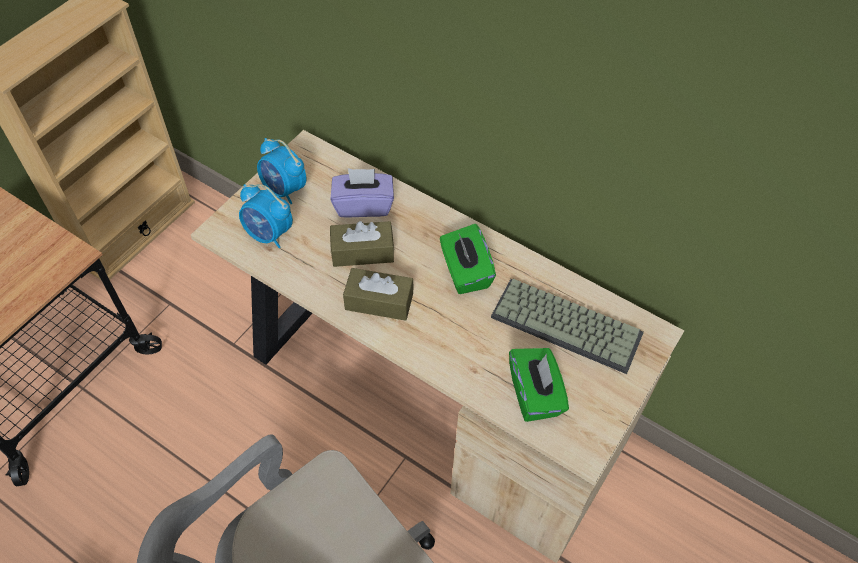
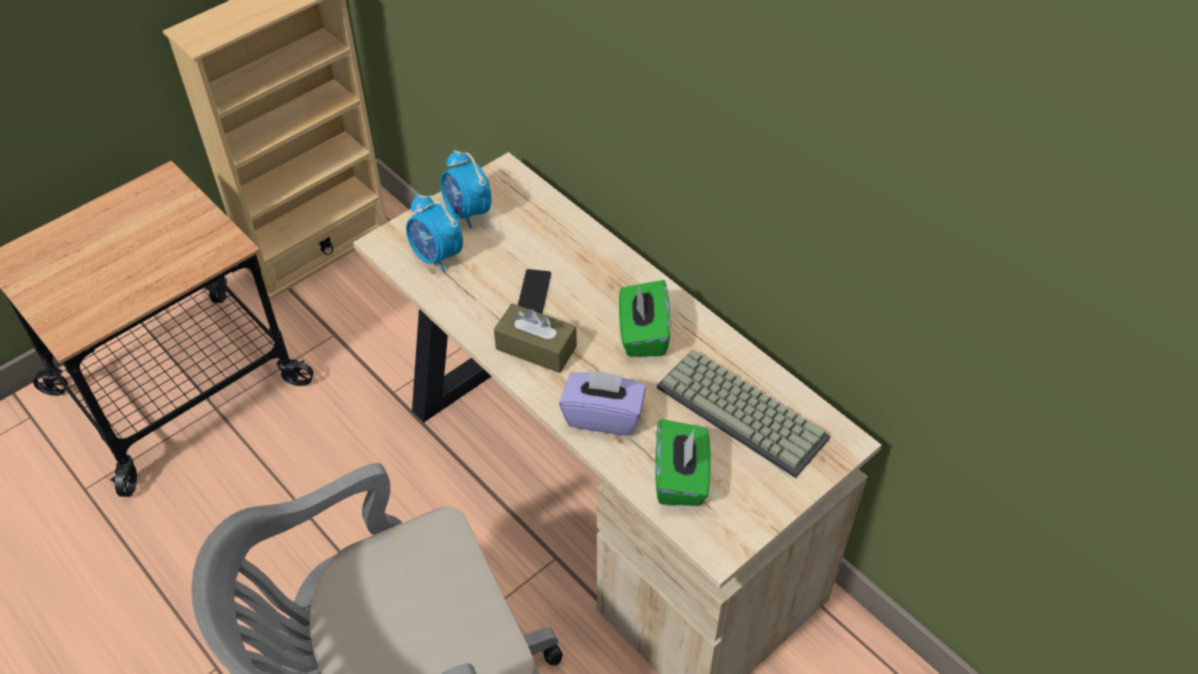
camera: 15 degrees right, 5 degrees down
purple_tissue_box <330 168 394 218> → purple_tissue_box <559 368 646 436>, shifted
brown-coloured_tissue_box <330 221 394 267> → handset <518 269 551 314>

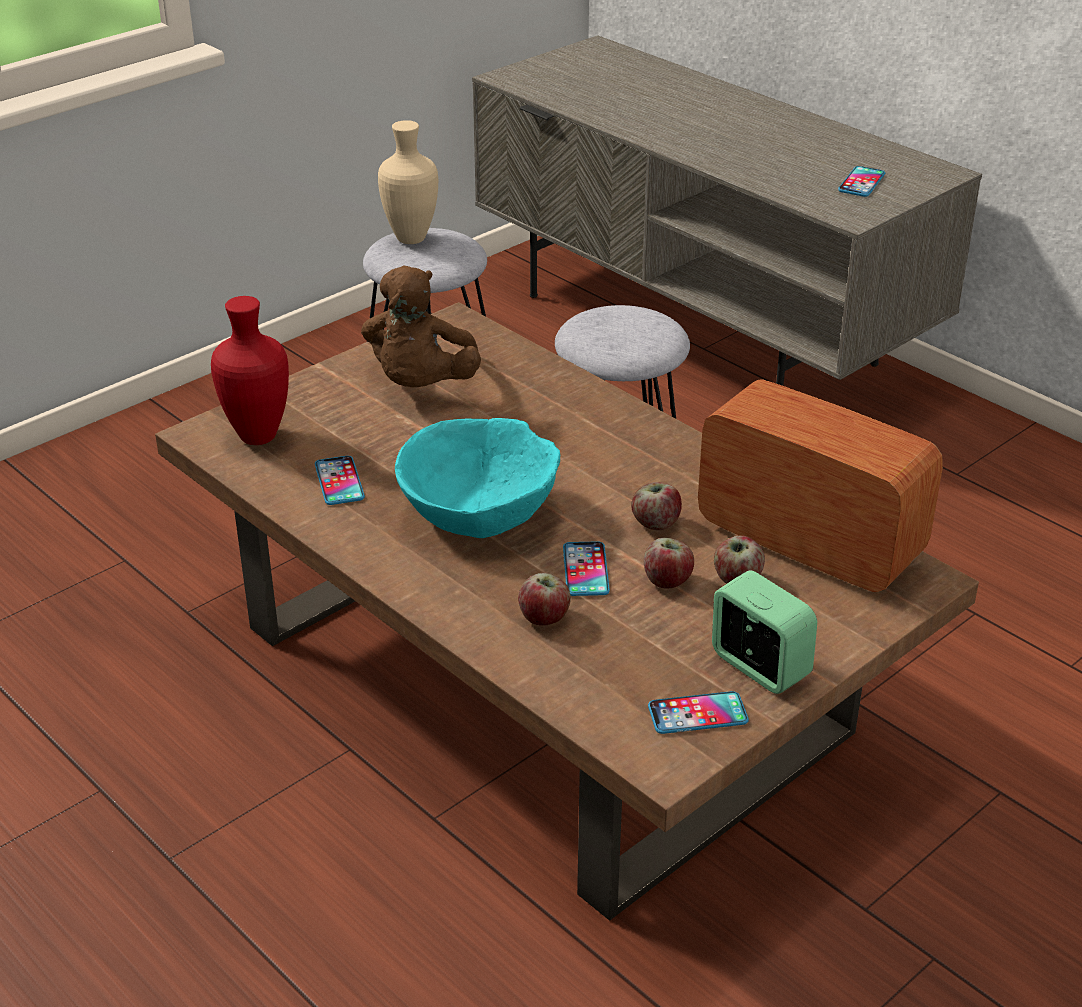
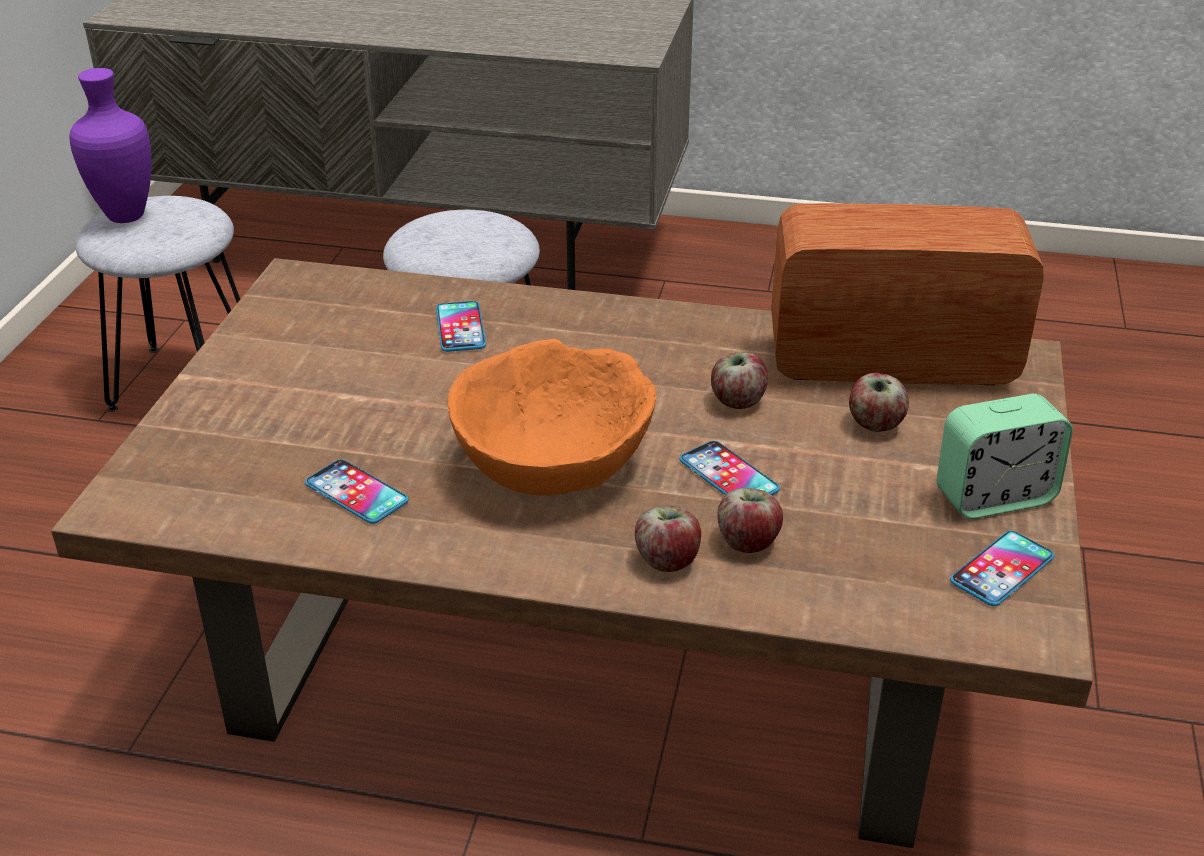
camera: 35 degrees left, 0 degrees up
sand-coloured_flower_vase <378 120 438 244> → purple_flower_vase <69 68 151 223>
handset <838 166 885 197> → handset <436 301 486 352>, shifted
brown-coloured_plush_toy <361 265 481 387> → -
red_flower_vase <211 296 289 445> → -
blue-green_bowl <395 418 560 538> → orange_bowl <447 339 656 496>
apple <644 538 694 589> → apple <635 506 701 572>, shifted
alarm_clock <712 571 817 694> → alarm_clock <936 394 1073 519>, 150 degrees clockwise

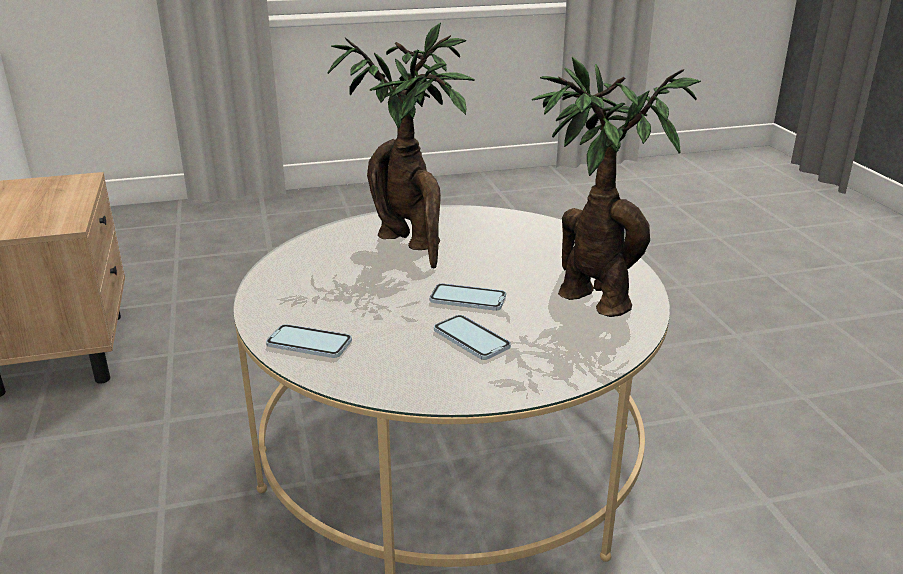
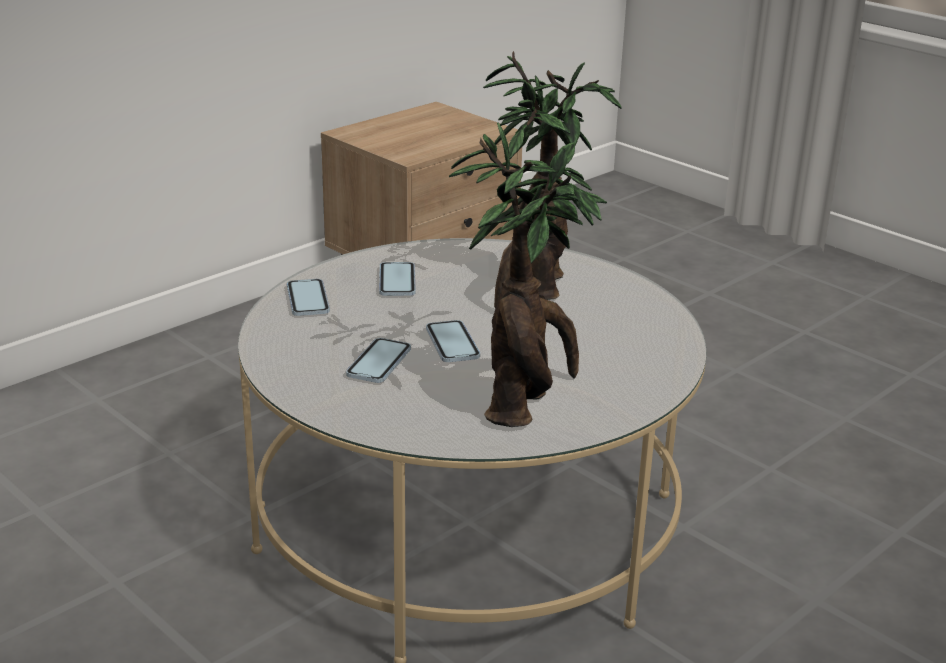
camera: 60 degrees right, 0 degrees up
- → handset <379 262 416 296>

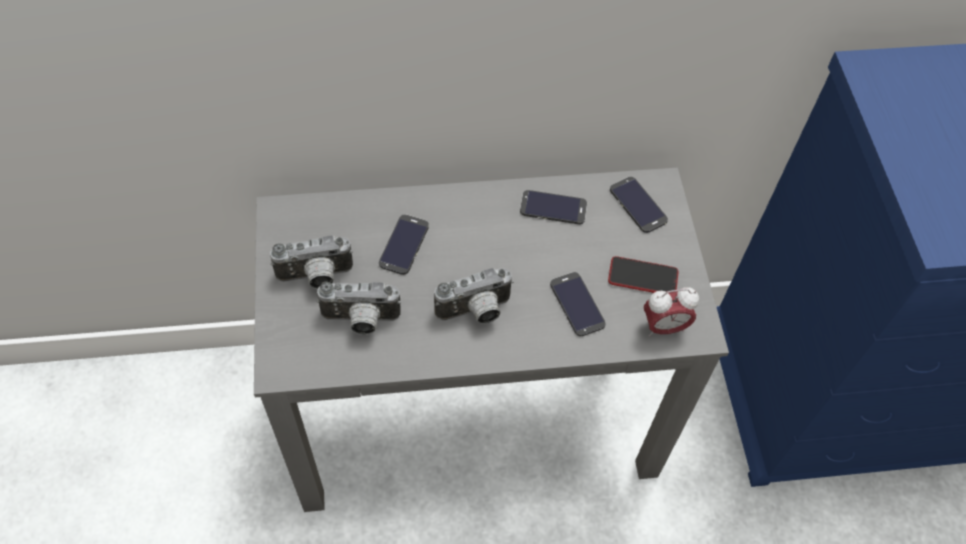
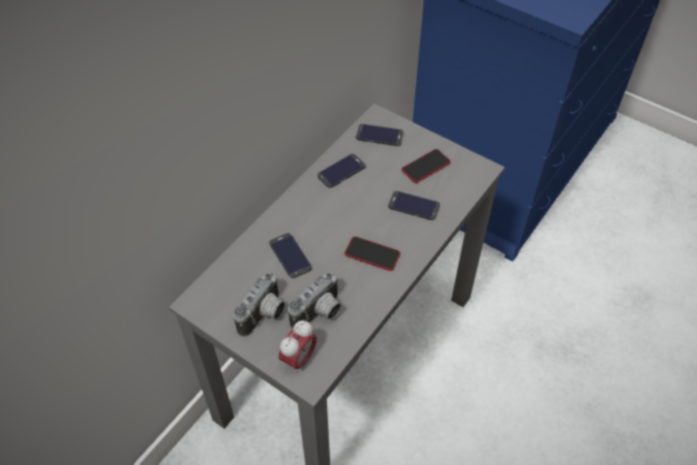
camera: 45 degrees left, 5 degrees down
still_camera <434 268 514 324> → handset <344 236 400 271>
alarm_clock <644 287 699 336> → alarm_clock <279 320 317 373>, shifted

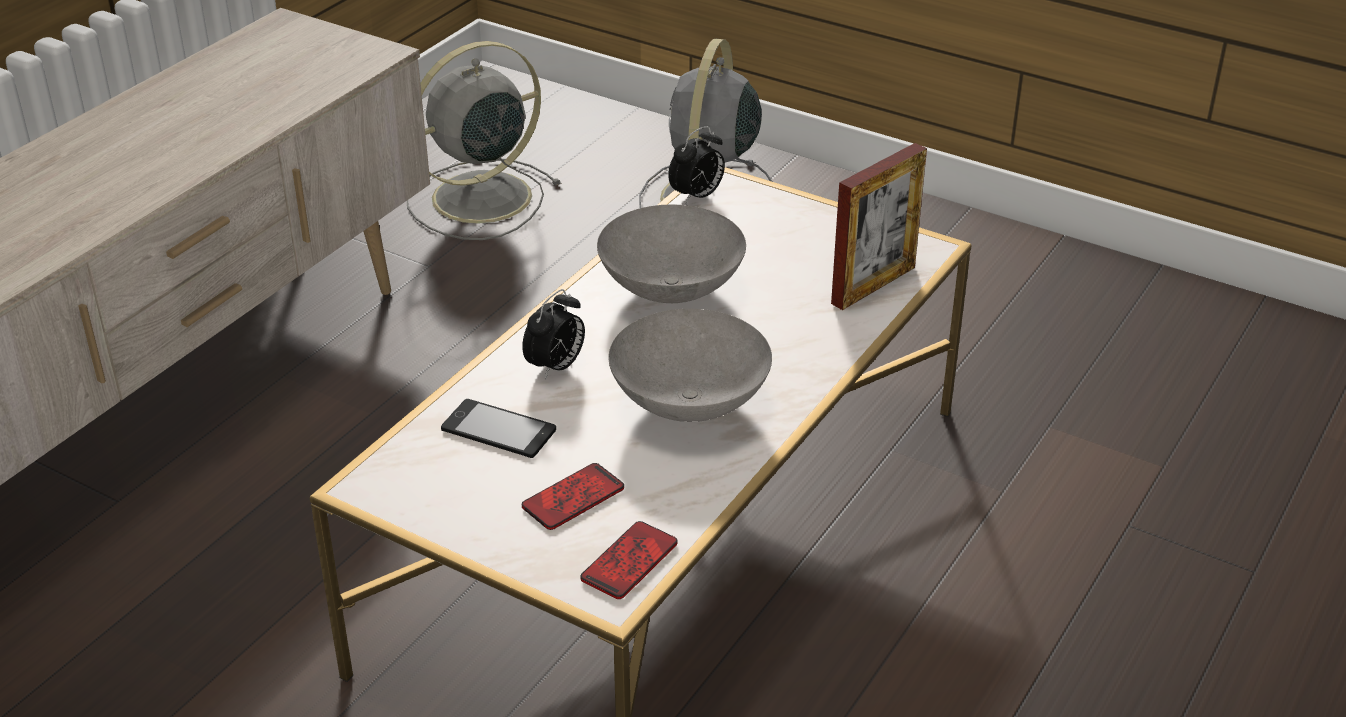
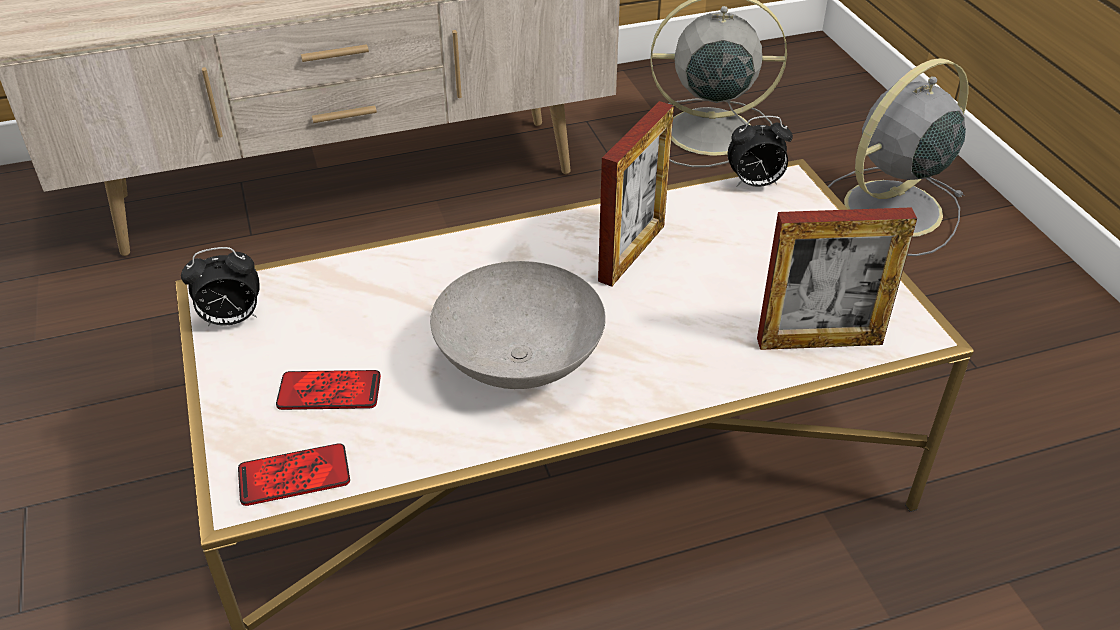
camera: 40 degrees right, 5 degrees up
grey_bowl <597 205 746 303> → photo_frame <598 101 674 287>
alarm_clock <522 289 585 379> → alarm_clock <181 247 260 326>, shifted
handset <441 399 556 458> → -

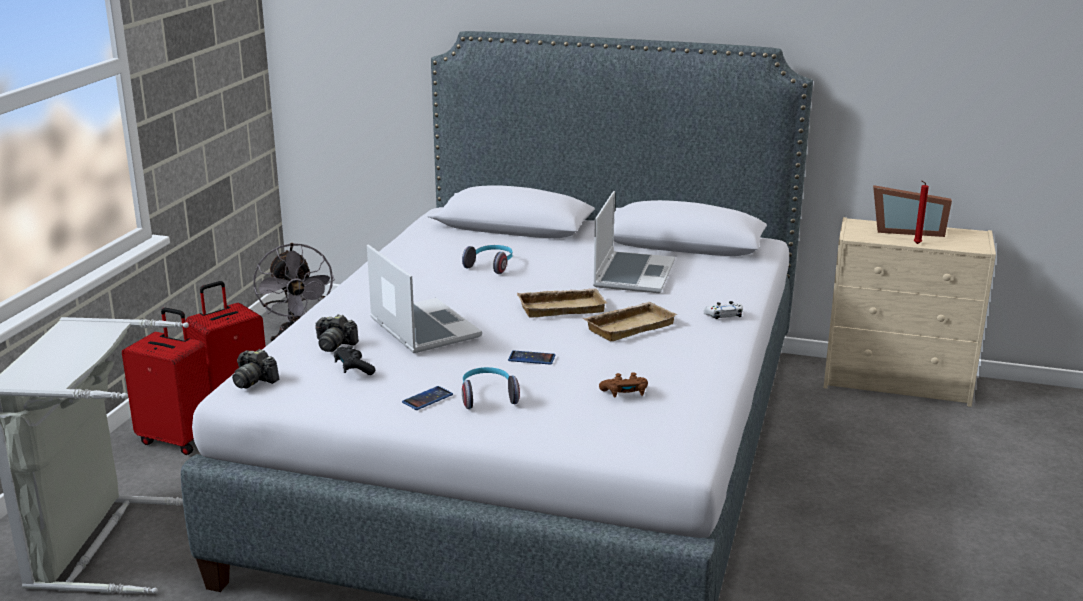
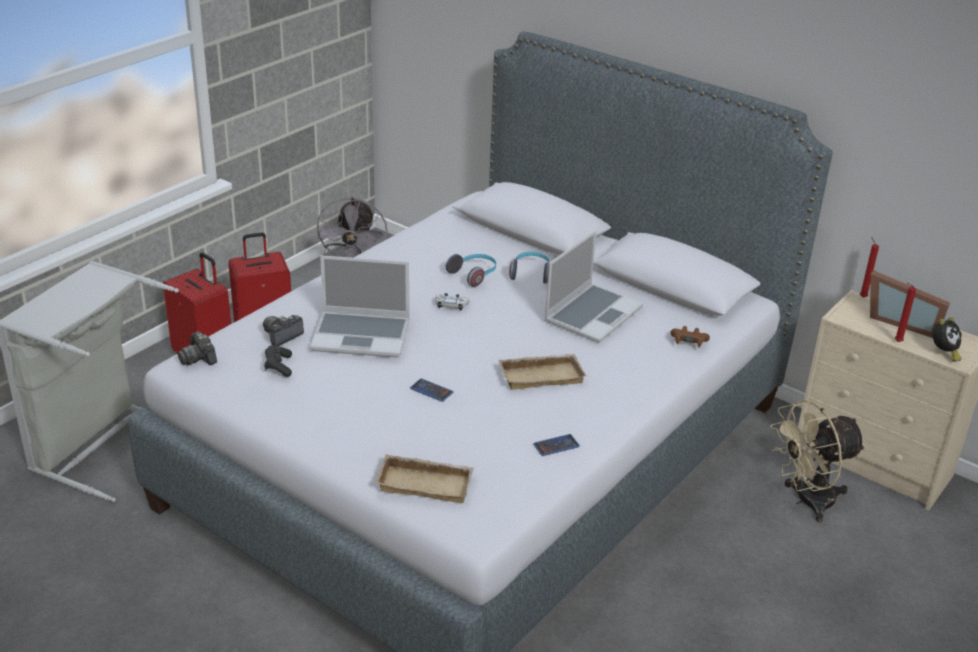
camera: 20 degrees right, 10 degrees up
notebook_computer <367 244 482 353> → notebook_computer <310 255 409 357>, 105 degrees clockwise
sand-coloured_serving_tray <517 288 607 318> → sand-coloured_serving_tray <375 454 474 503>, shifted
whitish_gamepad <703 301 743 319> → whitish_gamepad <435 293 469 310>, shifted
still_camera <315 314 359 352> → still_camera <263 315 304 346>, 90 degrees clockwise
pair_of_headphones <462 367 520 409> → pair_of_headphones <509 252 549 284>, shifted
brown-coloured_gamepad <599 372 648 397> → brown-coloured_gamepad <671 326 710 348>, shifted
handset <402 386 453 410> → handset <533 434 580 456>, shifted
- → red_wax_candle <860 237 879 298>
- → alarm_clock <933 317 962 362>
- → sand-coloured_electric_fan <770 400 866 522>

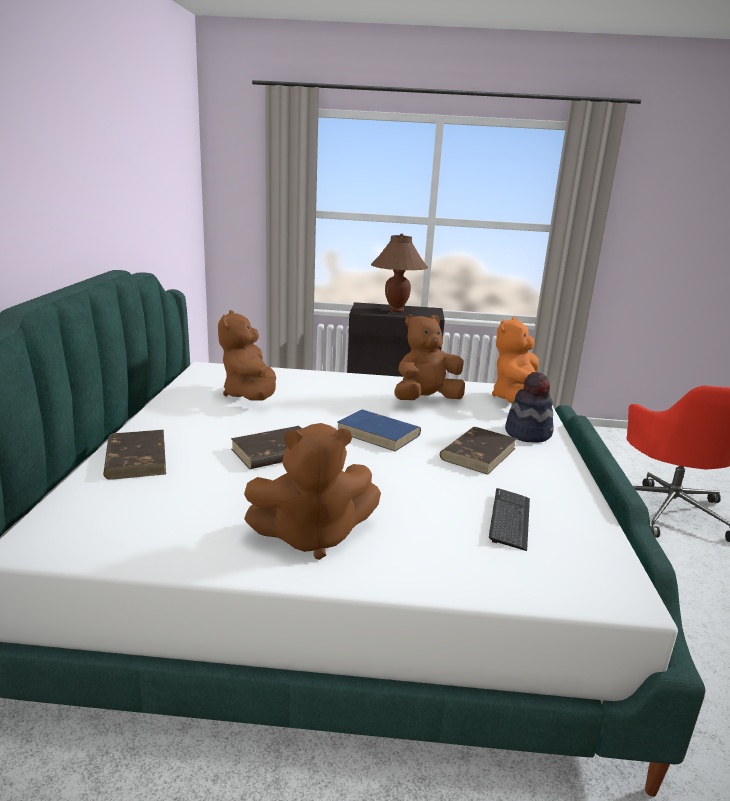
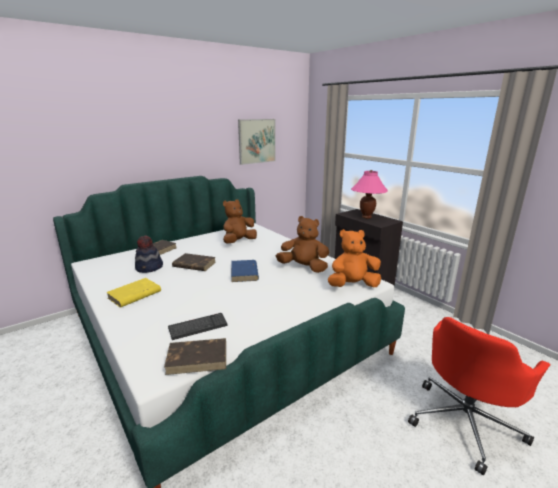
camera: 50 degrees right, 0 degrees up
brown-coloured_lamp_for_a_table <371 234 428 313> → pink-coloured_lamp_for_a_table <351 170 388 219>
hat <505 372 554 443> → hat <135 235 163 273>, shifted
brown-coloured_plush_toy <244 423 381 560> → yellow-coloured_volume <106 278 161 308>
brown-coloured_volume <440 427 517 475> → brown-coloured_volume <164 338 226 375>, shifted
- → wall_art <238 119 276 165>

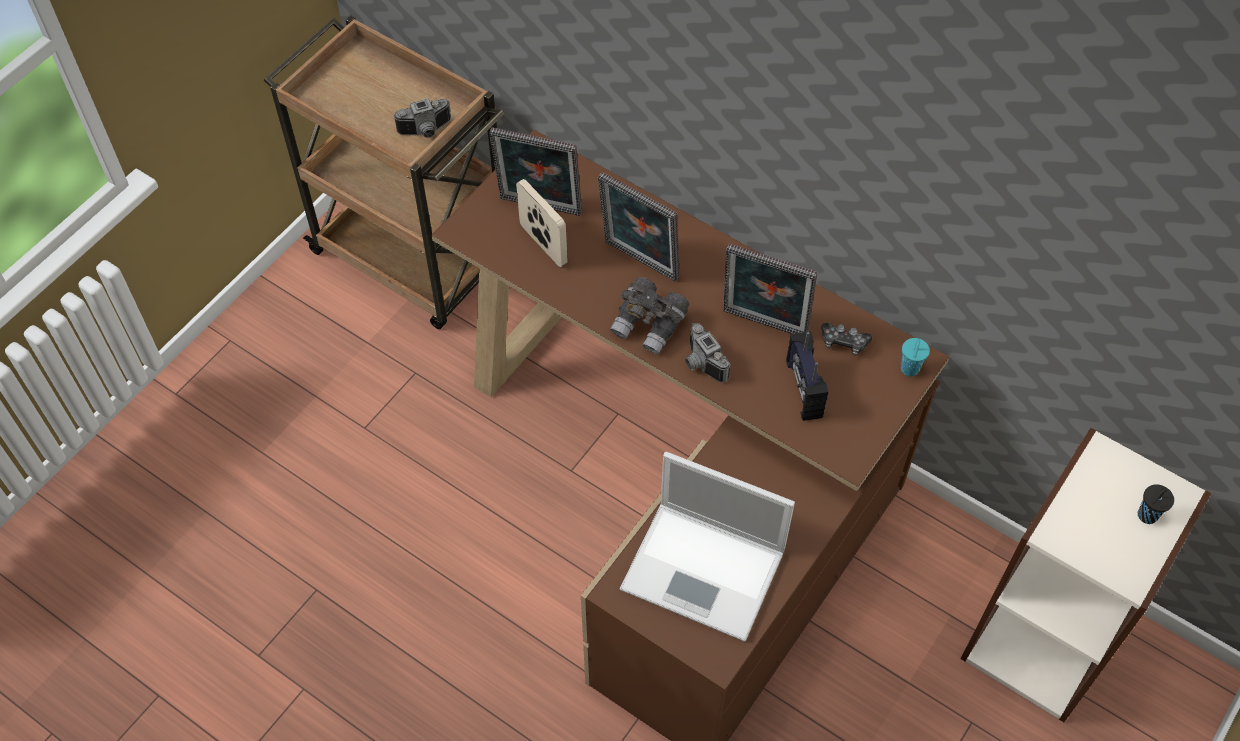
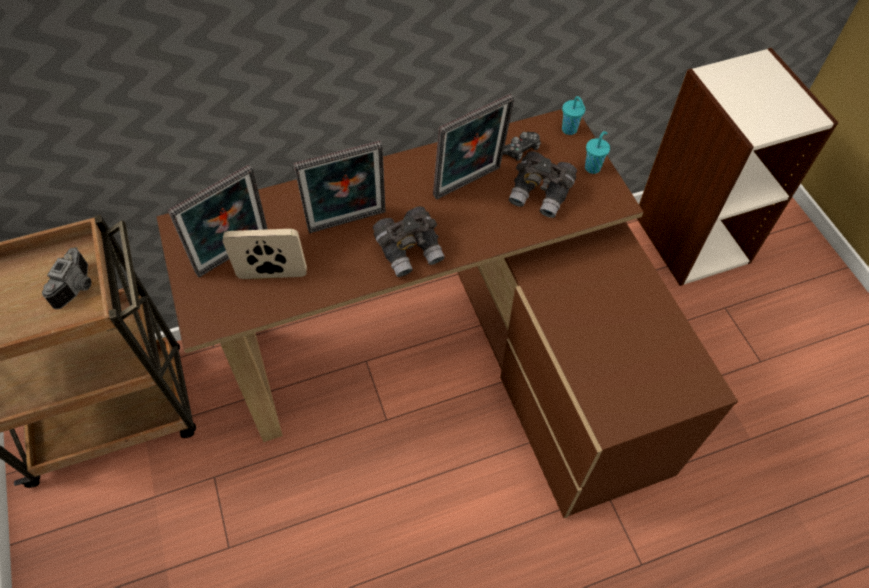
camera: 55 degrees left, 0 degrees up
still_camera <685 323 730 383> → -
radio_receiver <786 331 828 421> → grey_binoculars <509 151 577 218>
notebook_computer <620 451 795 642> → -
blackish_cup <1138 484 1174 524> → -
- → blue-green_cup <585 131 610 174>

